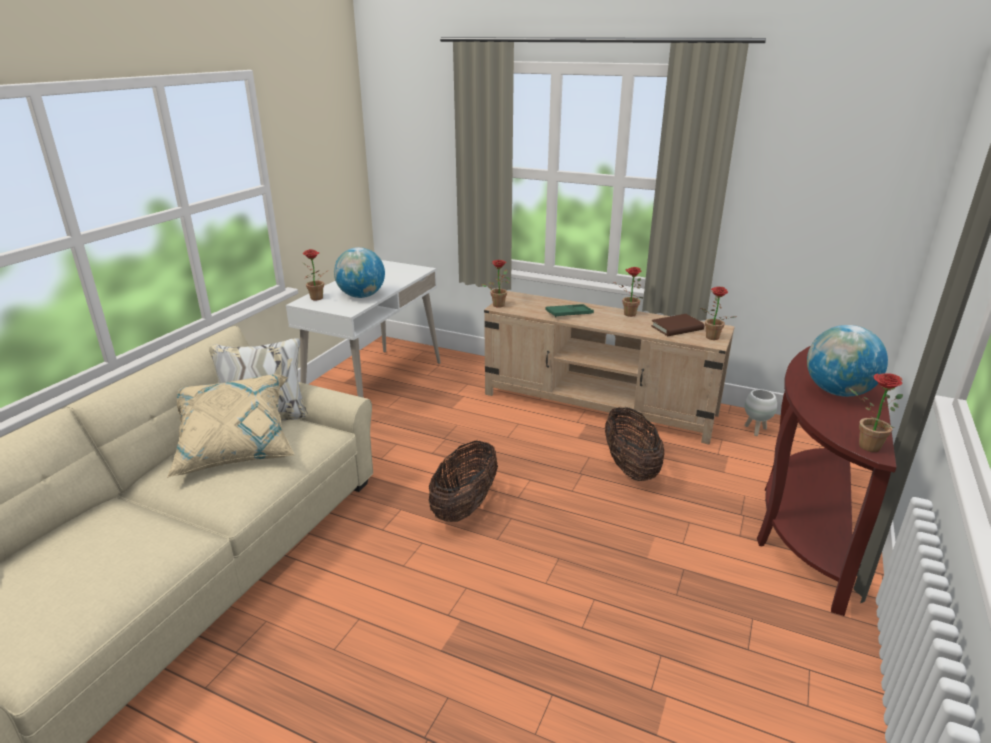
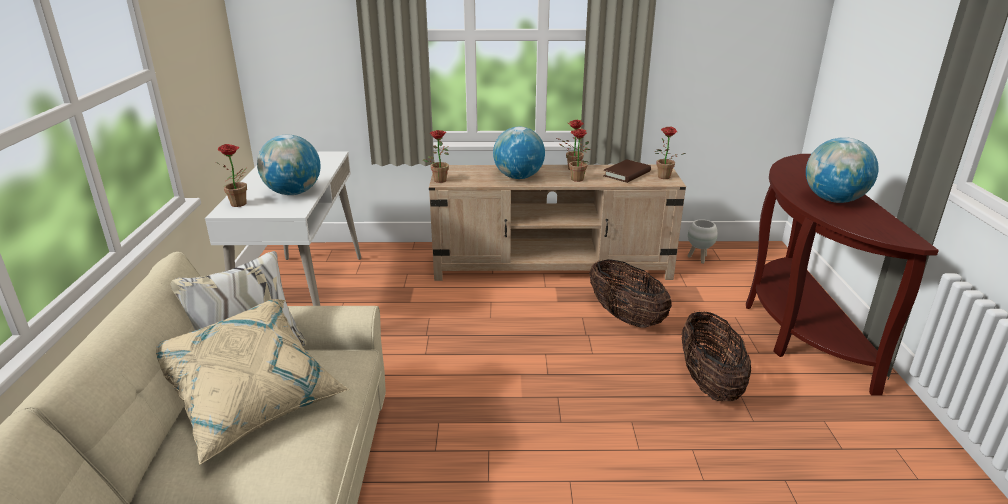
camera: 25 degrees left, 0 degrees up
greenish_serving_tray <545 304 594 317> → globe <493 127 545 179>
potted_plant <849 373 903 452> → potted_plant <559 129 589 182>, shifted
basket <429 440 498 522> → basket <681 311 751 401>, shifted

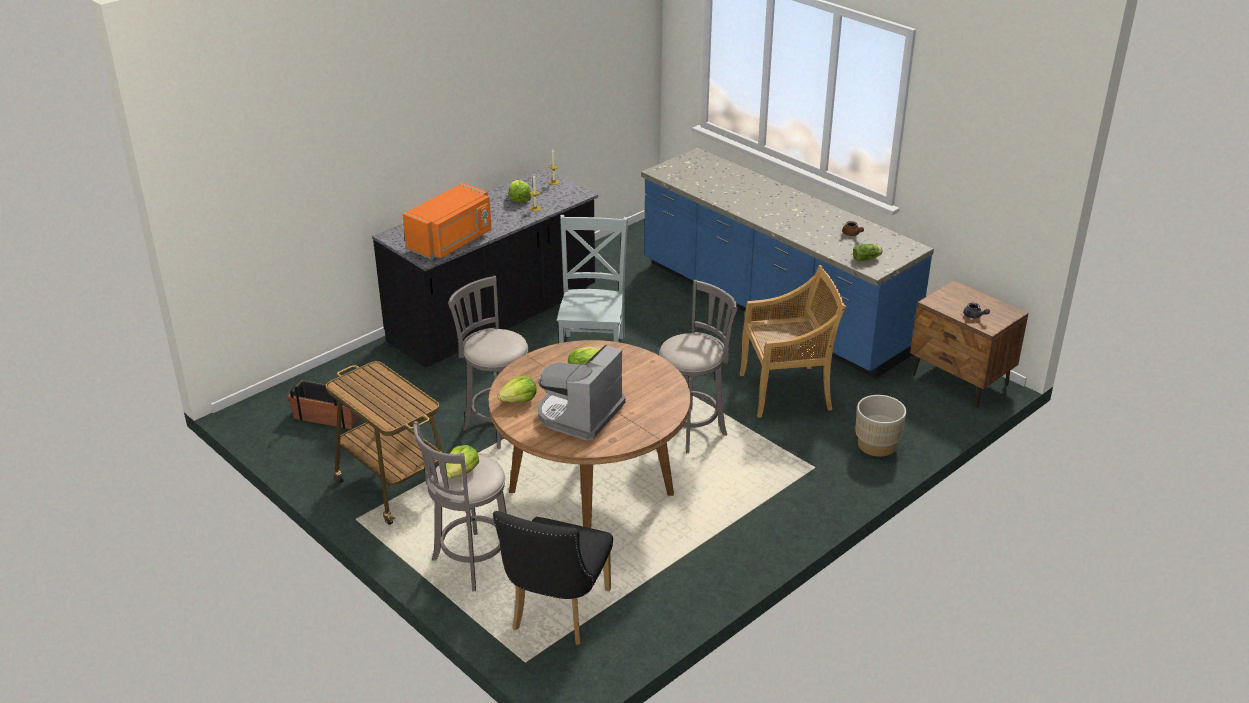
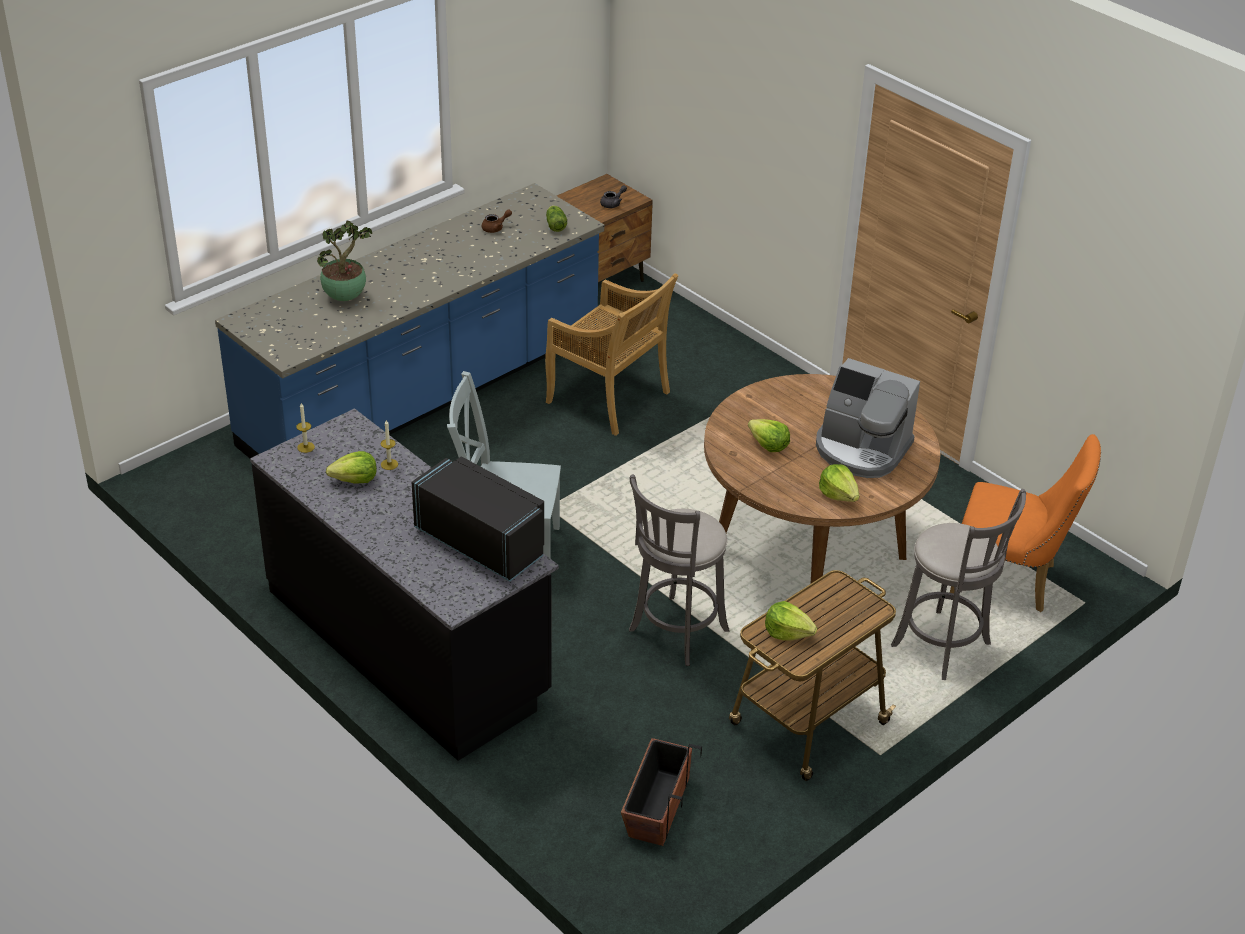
camera: 90 degrees left, 5 degrees up
orange_microwave_oven <402 183 492 259> → blackish_microwave_oven <412 456 544 582>
sand-coloured_chair <740 265 846 418> → sand-coloured_chair <545 273 678 436>, 135 degrees clockwise
grey_stool <659 280 738 453> → -
sand-coloured_plant_pot <855 395 906 457> → -
lettuce_head <446 445 479 478> → lettuce_head <765 601 817 640>, shifted
blackish_chair <493 511 613 645> → orange_chair <950 434 1101 612>
- → potted_plant <317 221 372 301>

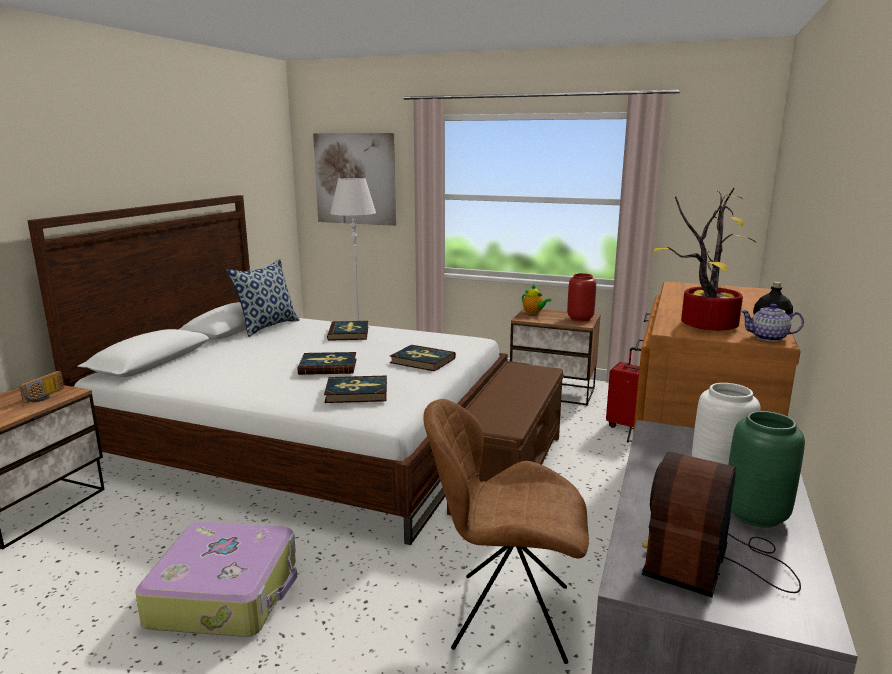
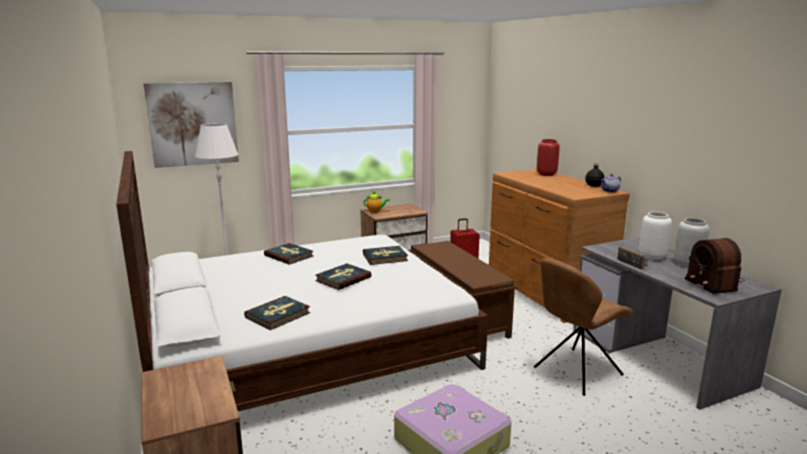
camera: 45 degrees left, 0 degrees up
potted_plant <652 188 758 330> → -
throw_pillow <226 259 300 337> → -
red_flower_vase <567 273 596 321> → red_flower_vase <537 139 560 176>, shifted
radio_receiver <19 371 64 403> → radio_receiver <617 247 648 269>, shifted
volume <324 376 387 403> → volume <244 296 310 330>, shifted
greenish_flower_vase <728 411 805 528> → grey_flower_vase <674 218 710 268>

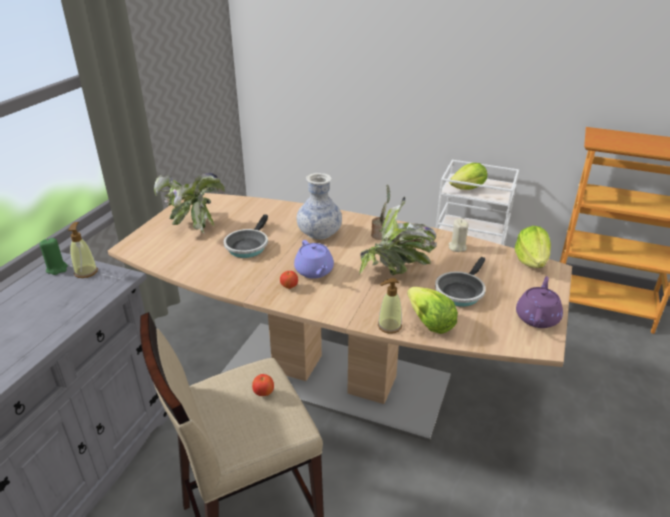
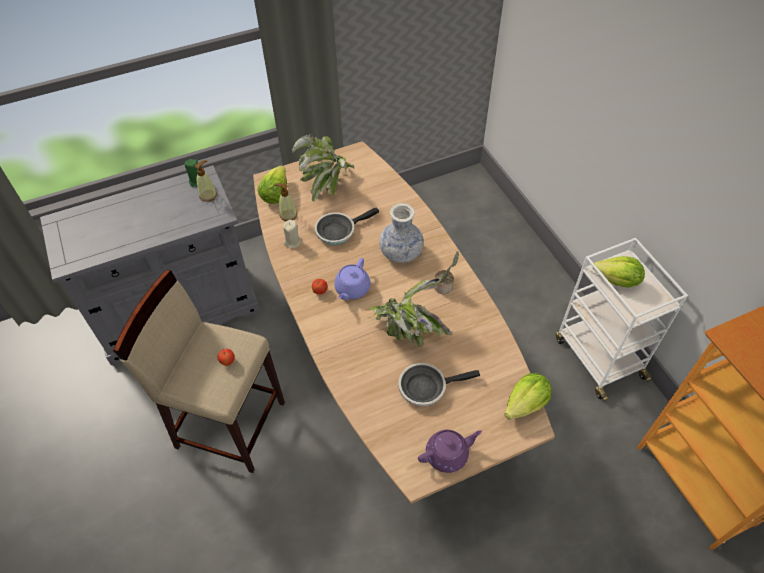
camera: 45 degrees right, 20 degrees up
sand-coloured_wax_candle <449 219 468 252> → sand-coloured_wax_candle <283 220 301 249>, shifted
soap_bottle <378 278 402 334> → soap_bottle <275 183 297 221>, shifted
lettuce_head <407 287 458 334> → lettuce_head <258 165 287 204>, shifted

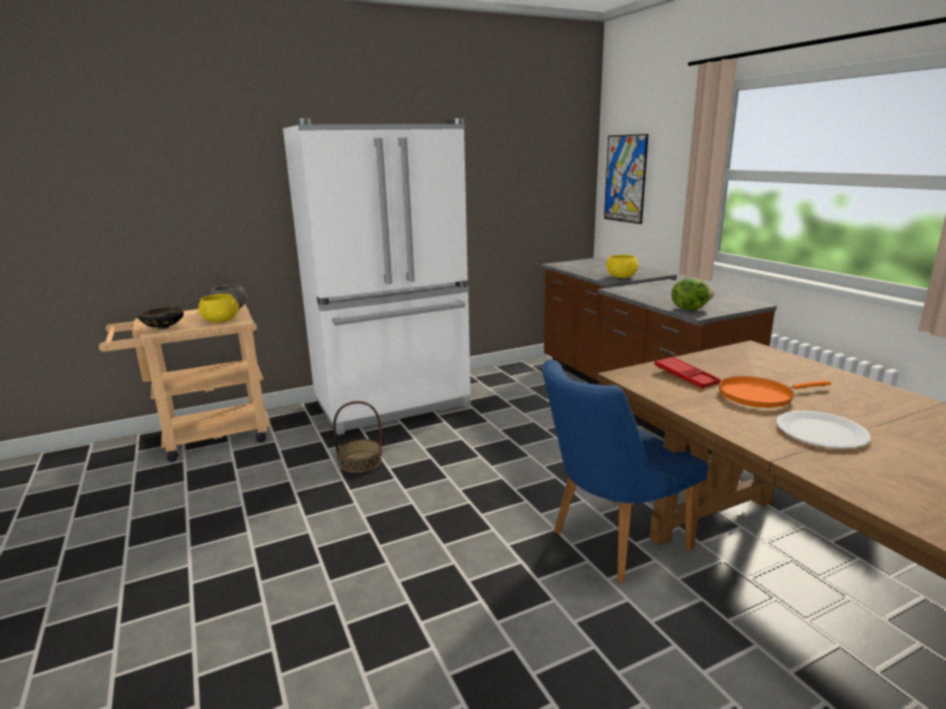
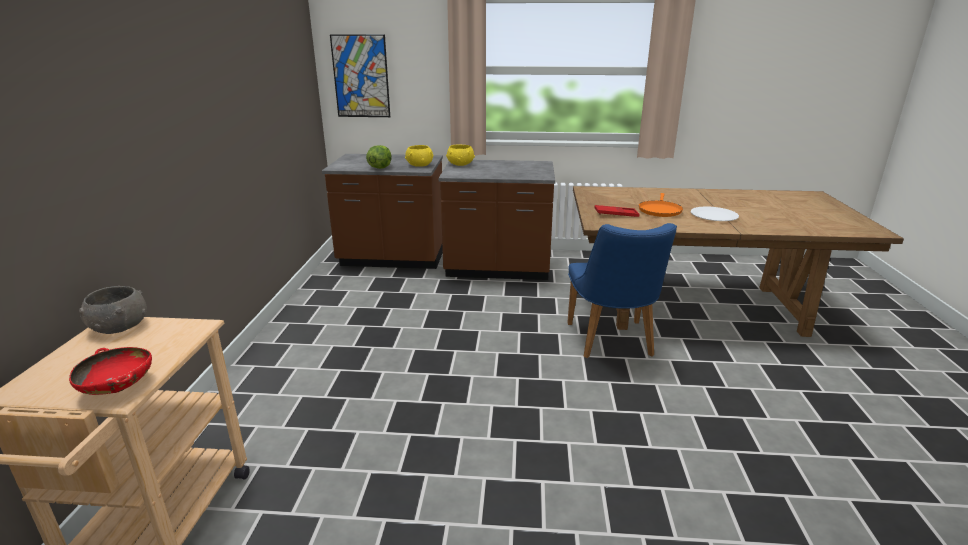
camera: 60 degrees left, 5 degrees up
whitish_fridge <283 118 471 435> → -
lettuce_head <671 278 714 310> → lettuce_head <366 145 392 169>, shifted
yellow-coloured_bowl <198 294 239 323> → yellow-coloured_bowl <446 144 475 166>, shifted
blackish_bowl <138 307 184 330> → red_bowl <69 347 152 395>
basket <333 401 382 473> → -

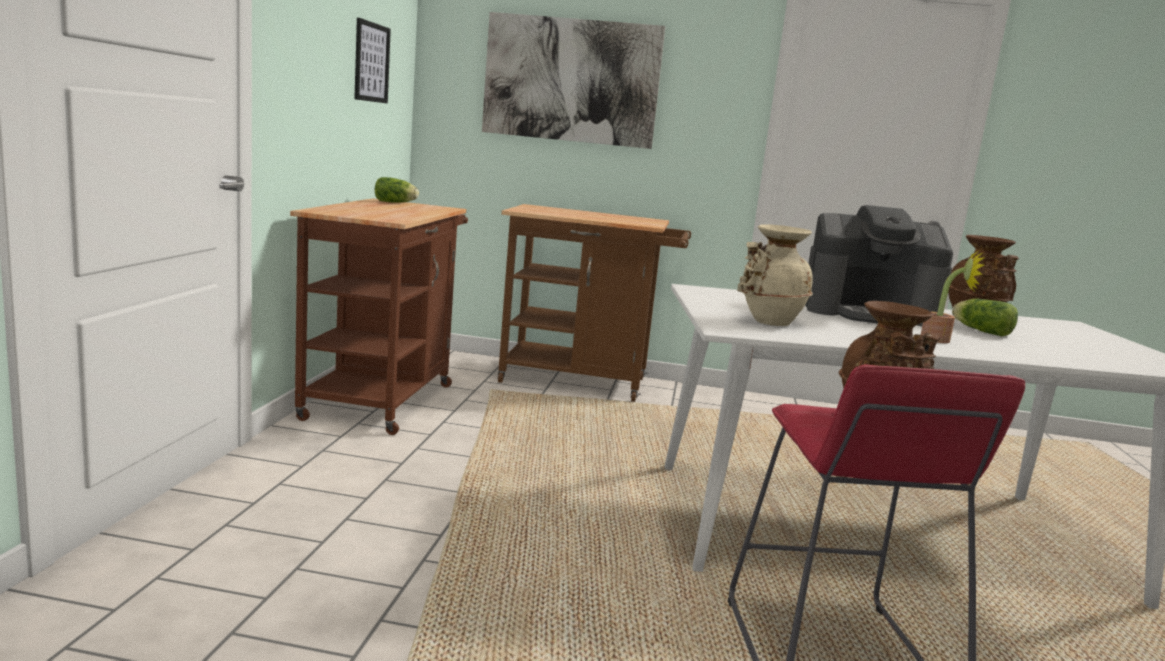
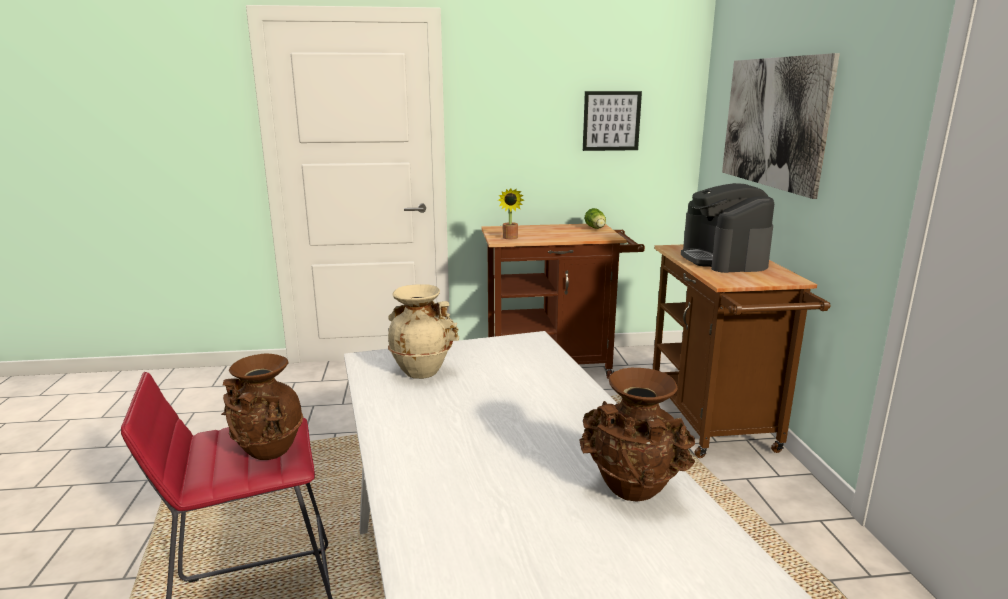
camera: 75 degrees right, 5 degrees up
coffee_maker <805 205 953 326> → coffee_maker <681 183 774 273>, shifted
potted_plant <921 249 985 343> → potted_plant <498 188 524 239>, shifted
lettuce_head <952 299 1018 337> → -

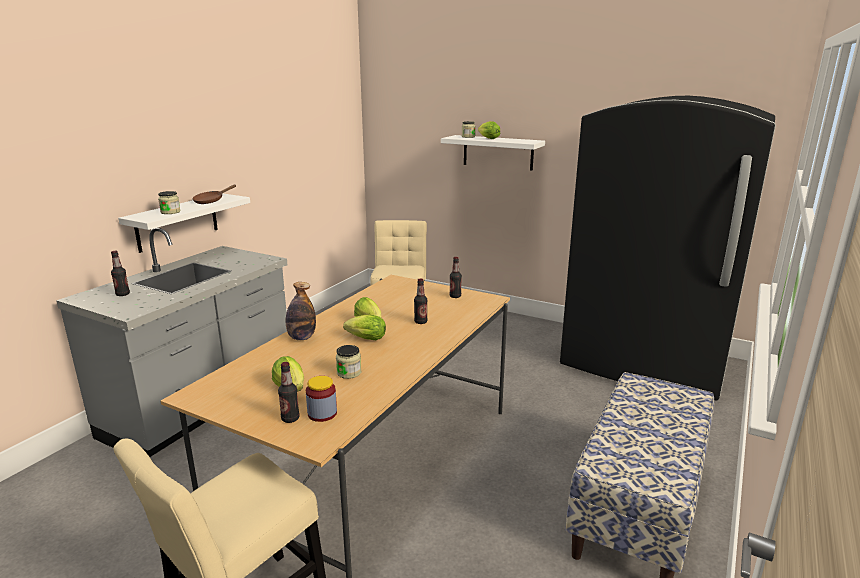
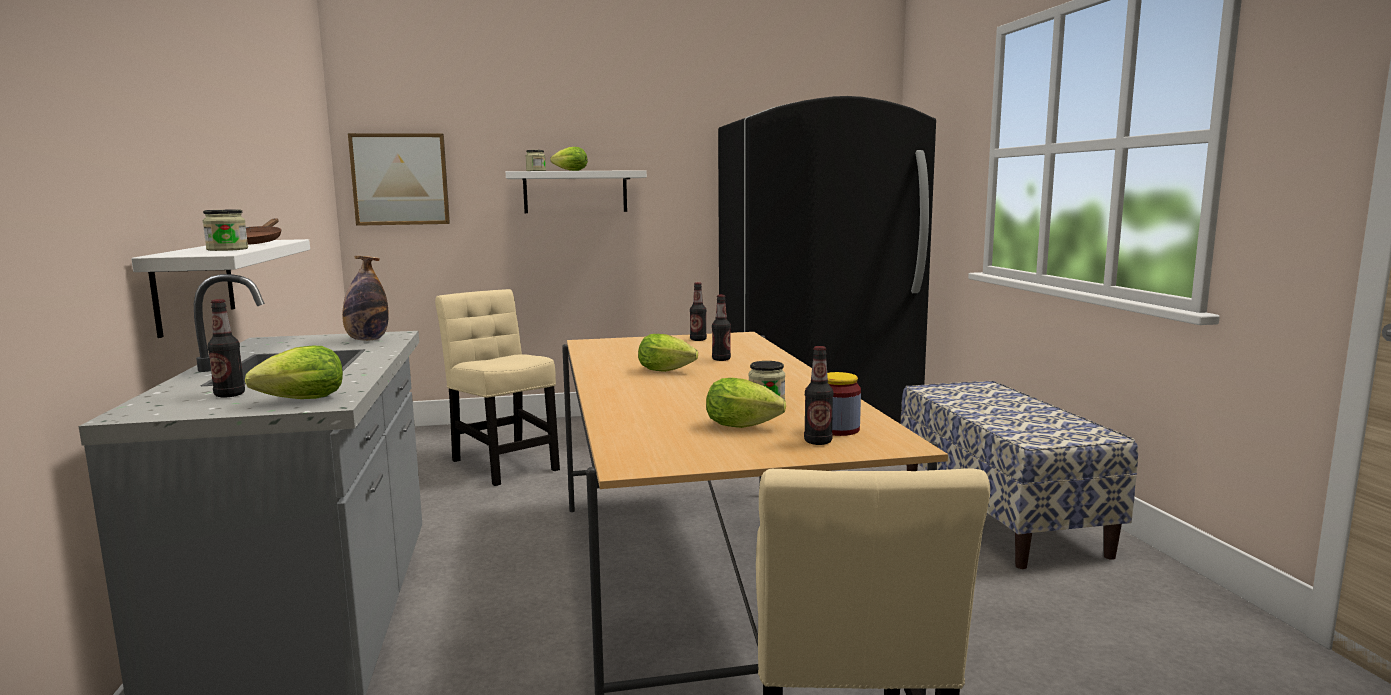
camera: 40 degrees left, 10 degrees down
bottle <286 282 316 340> → bottle <342 256 389 341>, shifted
lettuce_head <343 315 386 340> → lettuce_head <245 346 343 399>, shifted
- → wall_art <348 133 450 226>

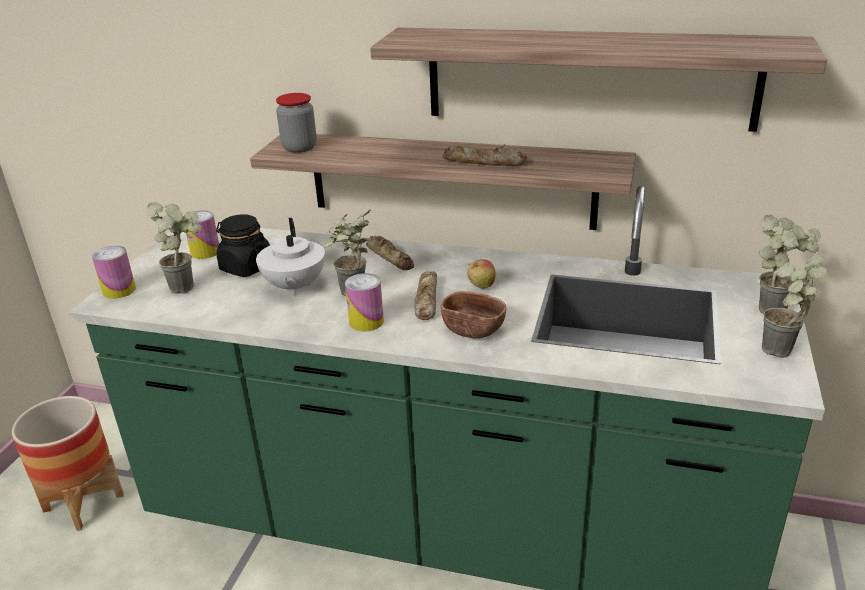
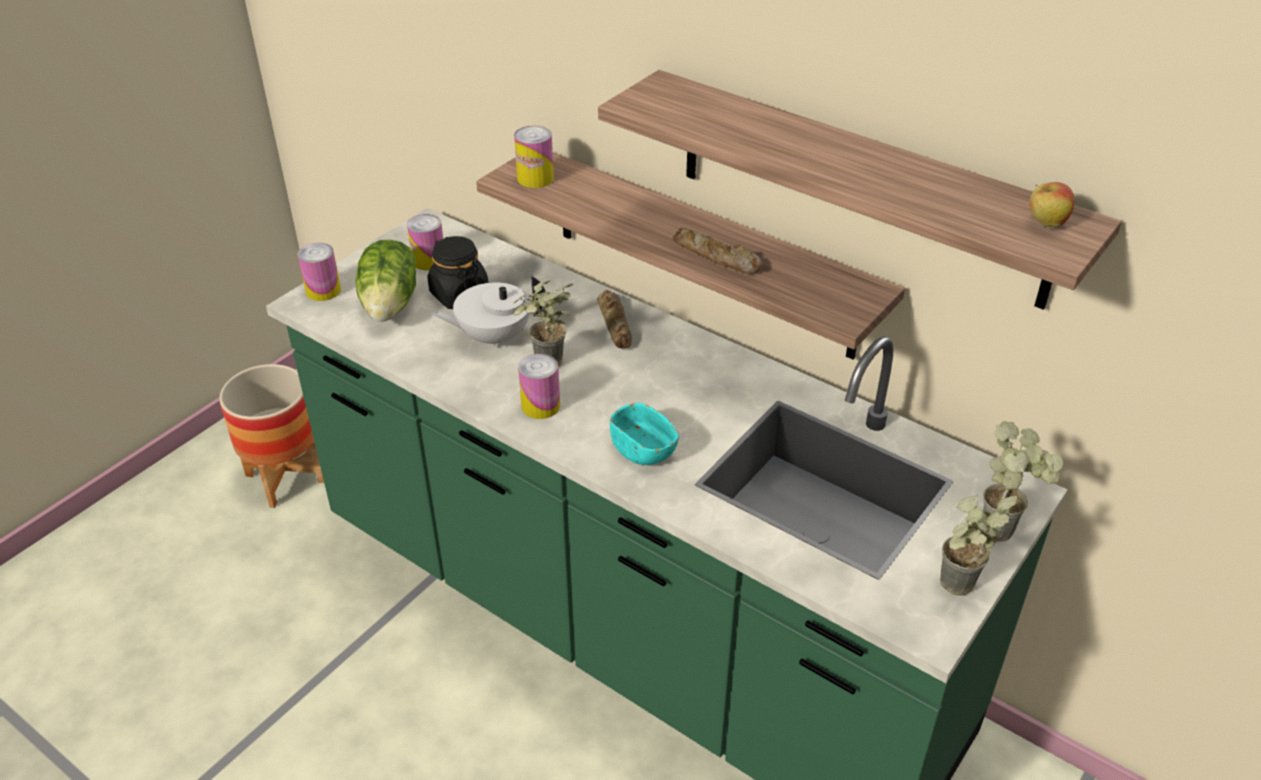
camera: 20 degrees right, 10 degrees up
preserve_jar <276 93 317 153> → metal_can <514 125 554 188>
potted_plant <146 202 201 294> → lettuce_head <355 239 416 322>
whitish_pot_for_tea <256 218 325 296> → whitish_pot_for_tea <431 276 545 348>, 60 degrees clockwise
apple <467 259 496 289> → apple <1029 182 1075 227>, shifted
baked_bread <414 271 437 320> → -
brown-coloured_bowl <441 291 506 338> → blue-green_bowl <610 403 679 465>

